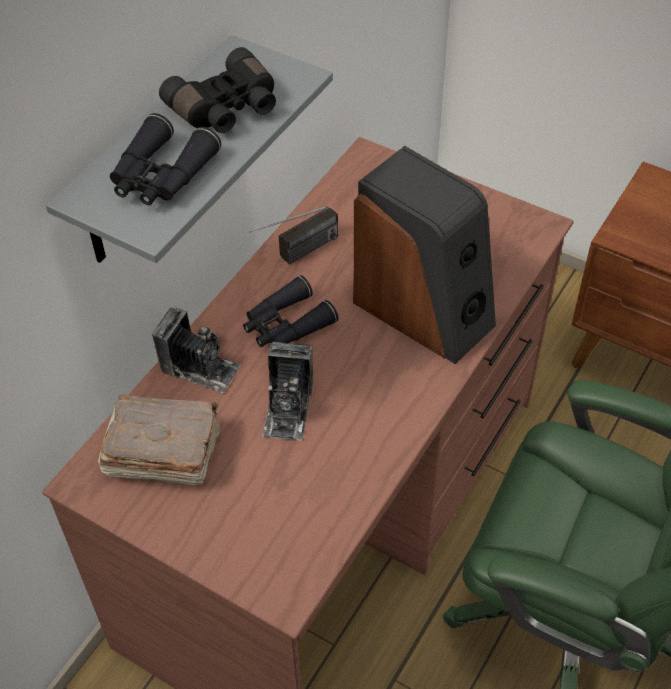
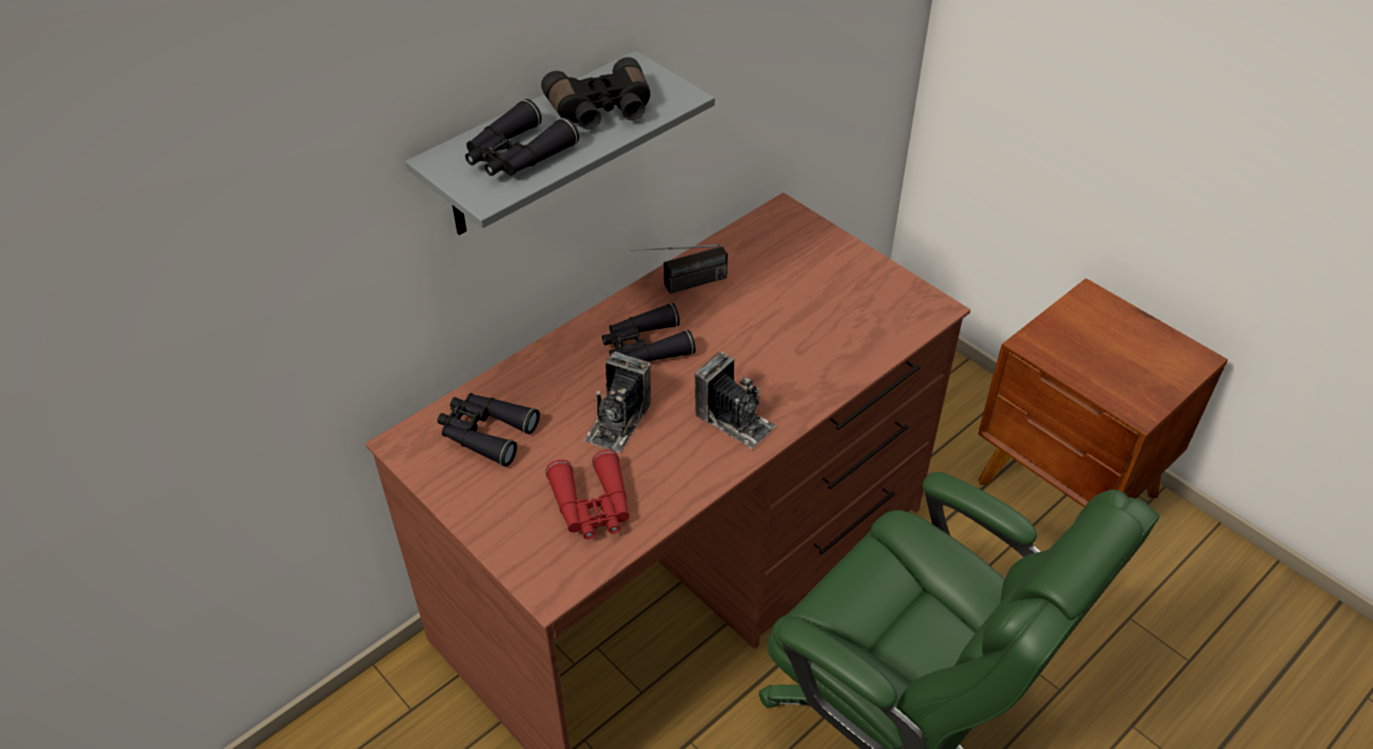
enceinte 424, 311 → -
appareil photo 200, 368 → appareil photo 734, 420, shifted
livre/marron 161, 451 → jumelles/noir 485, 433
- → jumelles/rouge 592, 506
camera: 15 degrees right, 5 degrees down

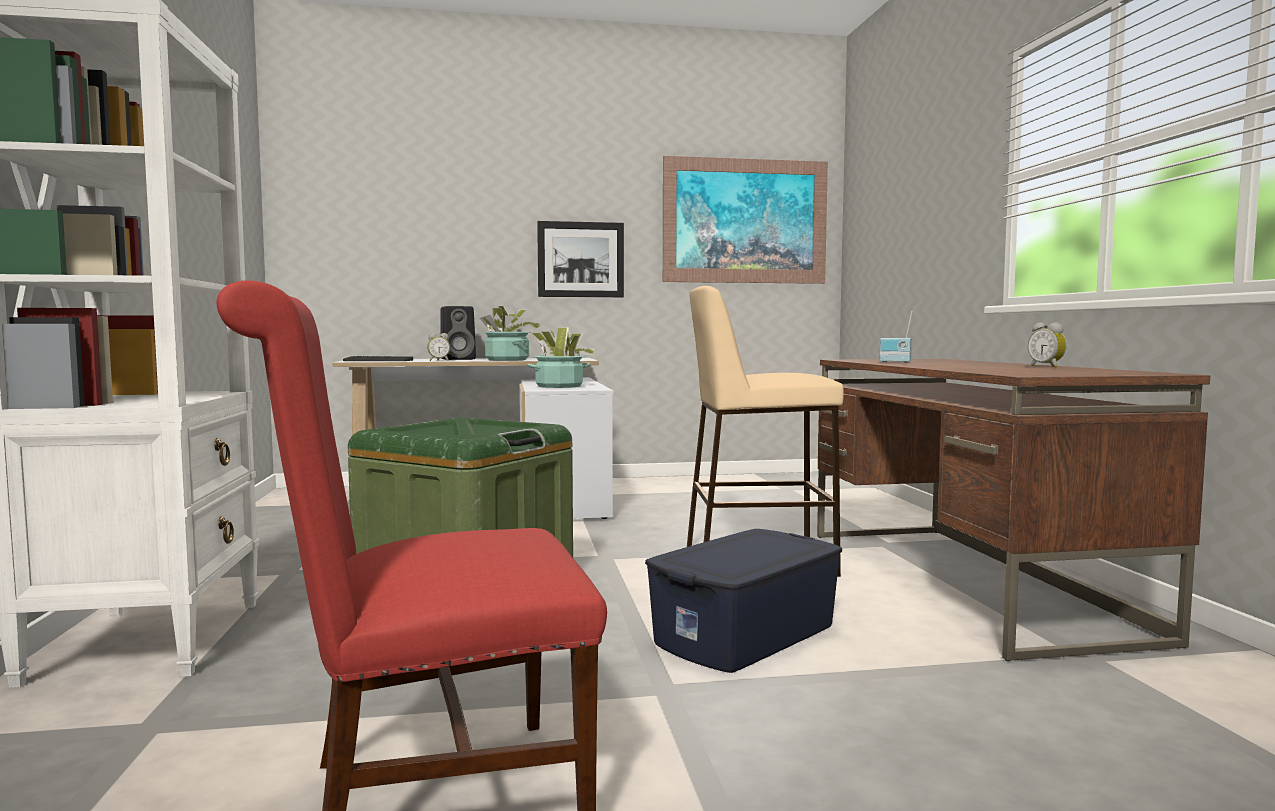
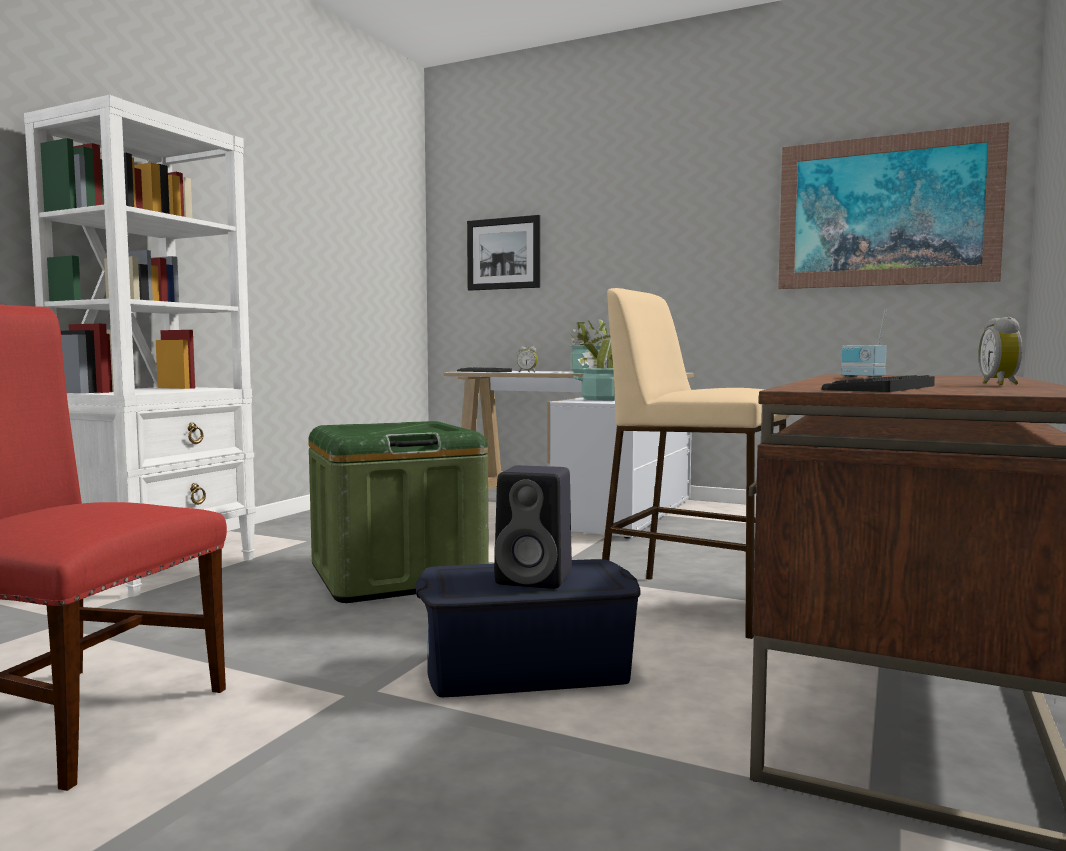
tableau 580, 259 → tableau 503, 253, shifted
enceinte/noir 459, 359 → enceinte/noir 537, 579, shifted
- → clavier 880, 387
camera: 35 degrees right, 0 degrees up

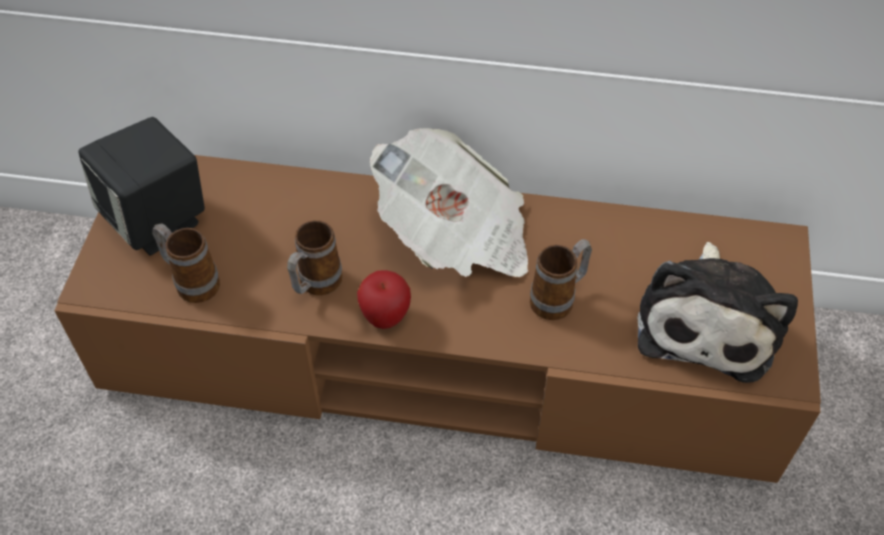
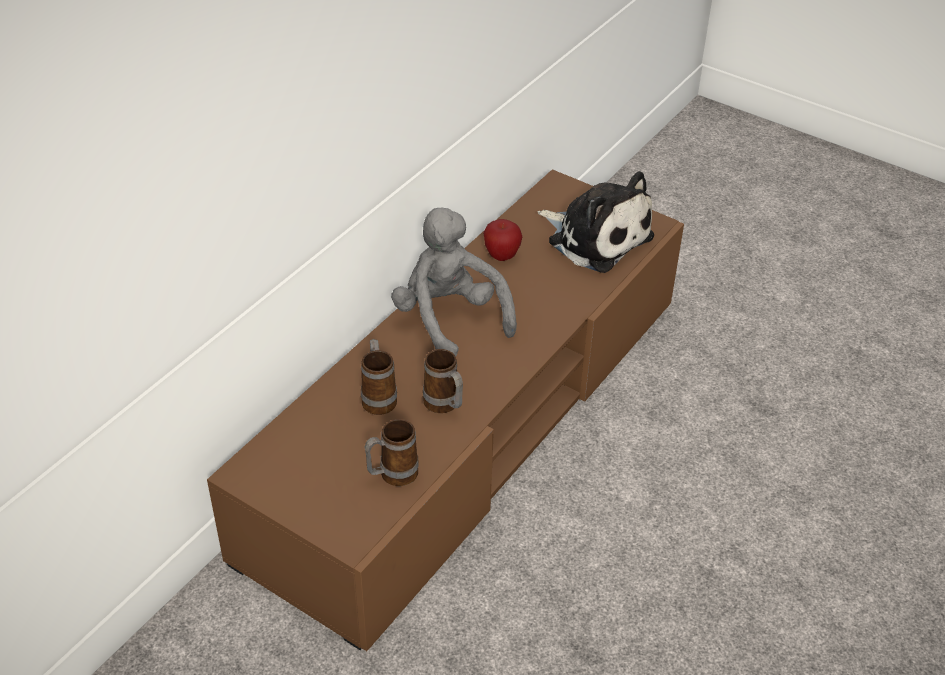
enceinte/noir 158, 220 → -
journal 456, 235 → peluche/gris 449, 319
mug 558, 299 → mug 378, 397, shifted
pomme 385, 317 → pomme 501, 256, shifted
camera: 65 degrees left, 10 degrees down

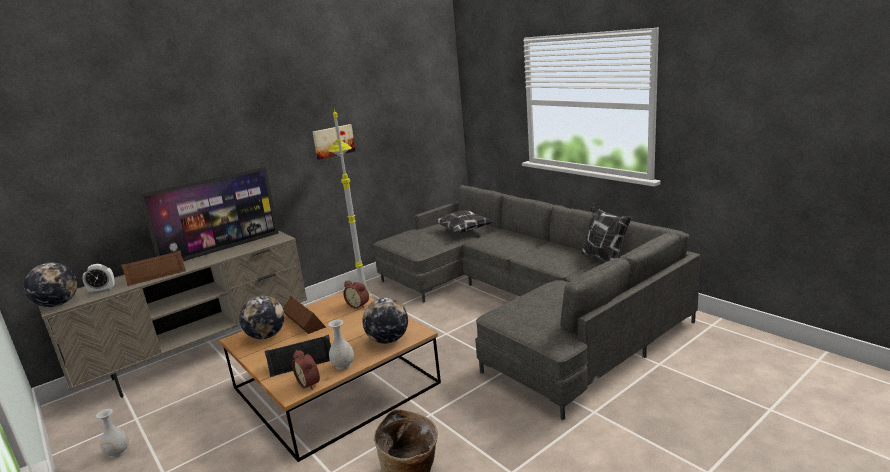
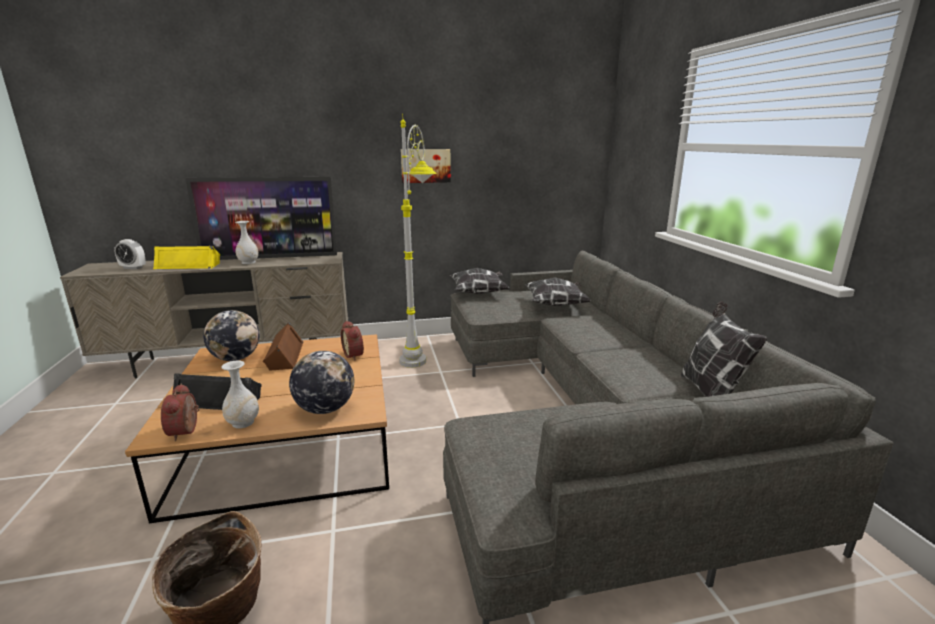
enceinte/marron 156, 274 → enceinte/jaune 188, 265
globe 58, 304 → -
vase/blanc 118, 452 → vase/blanc 248, 262, shifted
- → coussin 479, 293
camera: 25 degrees right, 0 degrees up

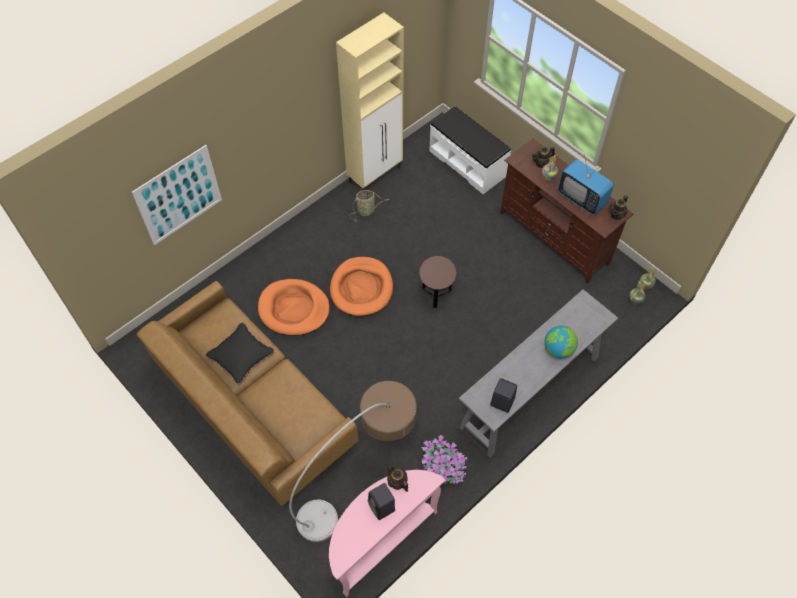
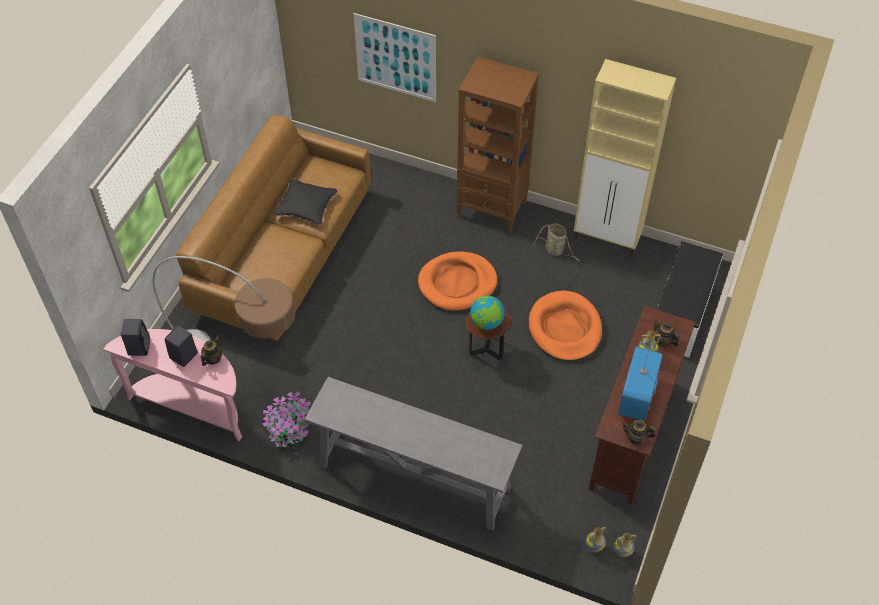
panier pour chien/orange 294, 309 → panier pour chien/orange 565, 328, shifted
globe 558, 350 → globe 486, 322, shifted
enceinte/noir 501, 402 → enceinte/noir 139, 346, shifted
- → bibliothèque/marron 492, 210
camera: 65 degrees right, 5 degrees down

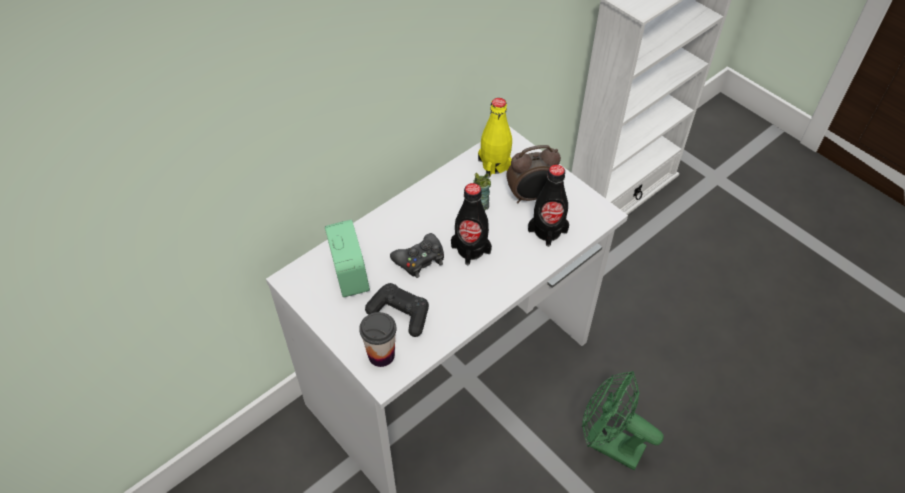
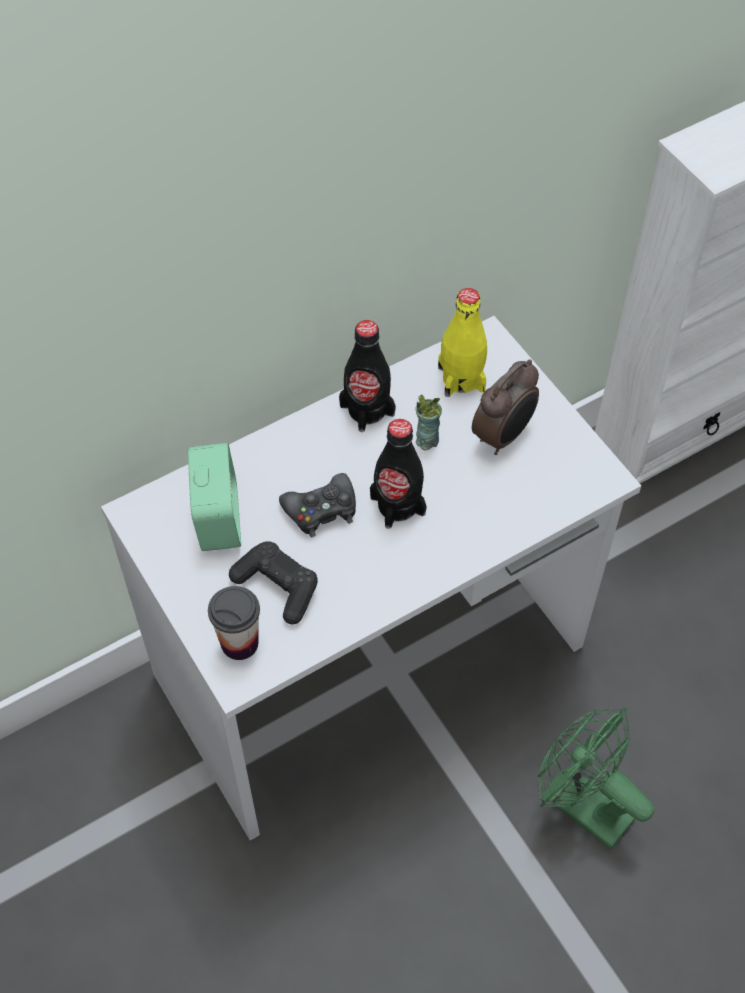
réveil 531, 196 → réveil 504, 435, 45 degrees counterclockwise
bouteille/noir 547, 231 → bouteille/noir 367, 409, shifted
camera: 10 degrees right, 5 degrees up

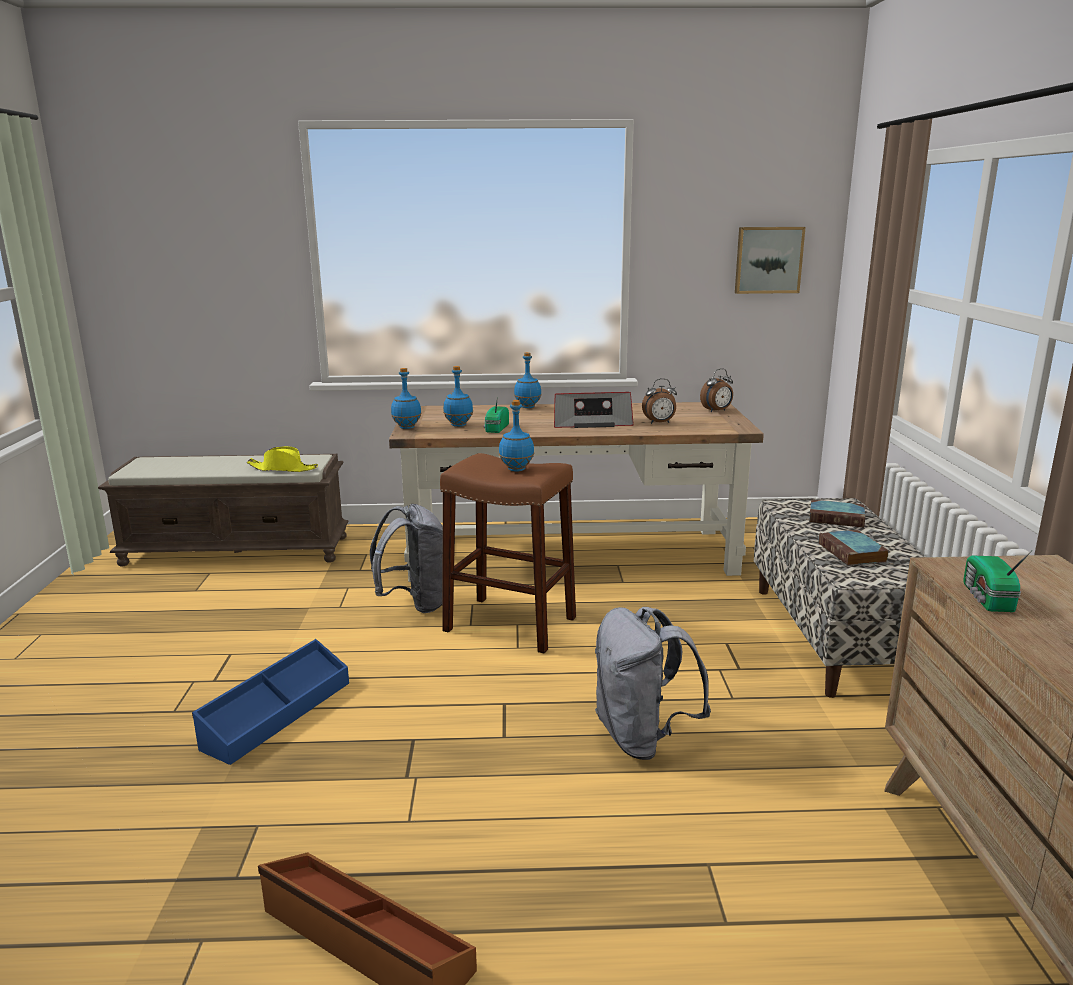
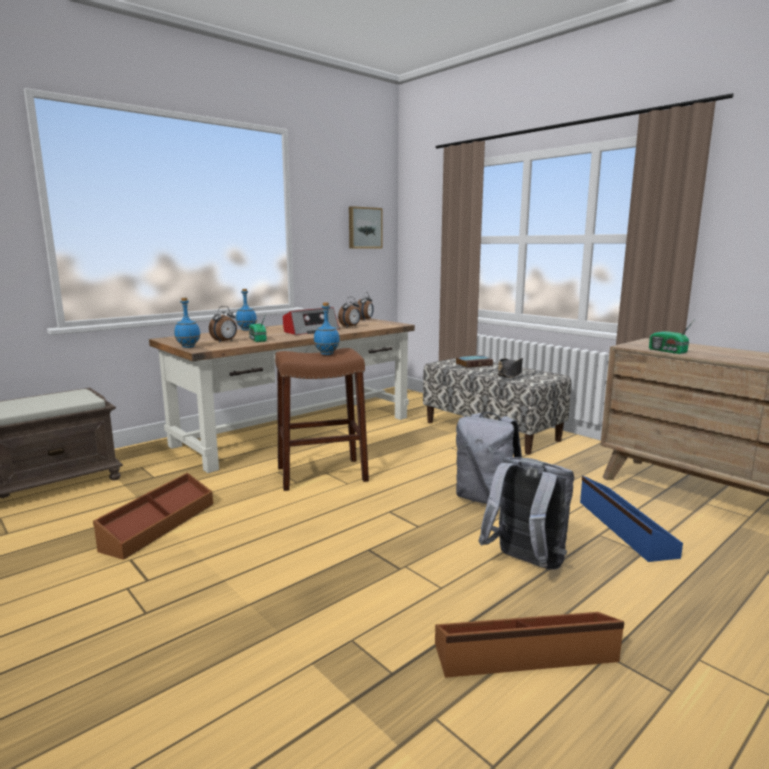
bouteille/bleu 459, 425 → réveil 225, 341
chapeau/jaune 283, 469 → -
sac à dos/gris 415, 603 → sac à dos/gris 525, 564, shifted
livre 853, 553 → chapeau/noir 510, 374
boîte de rangement/bleu 277, 714 → boîte de rangement/bleu 623, 528, shifted
- → boîte de rangement/marron 159, 525
camera: 40 degrees left, 5 degrees down

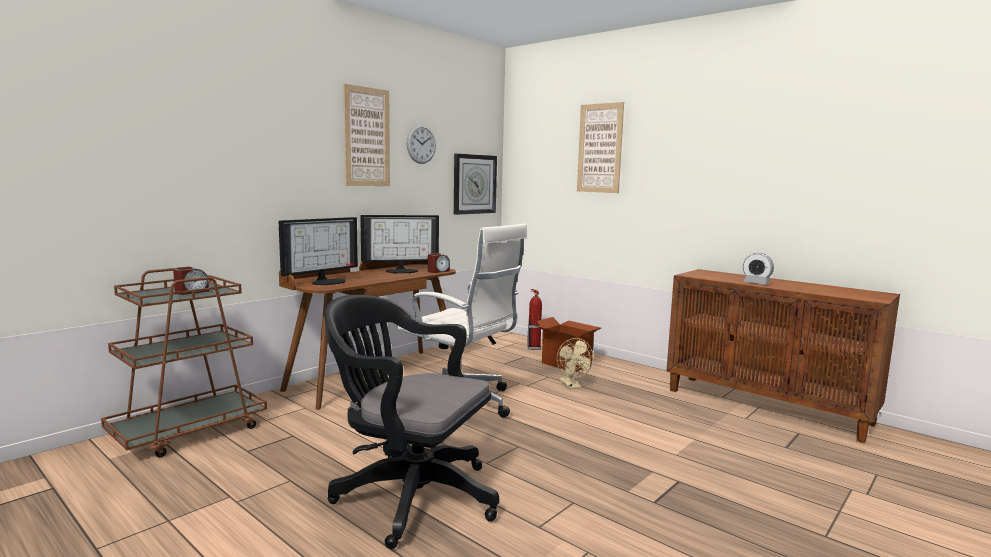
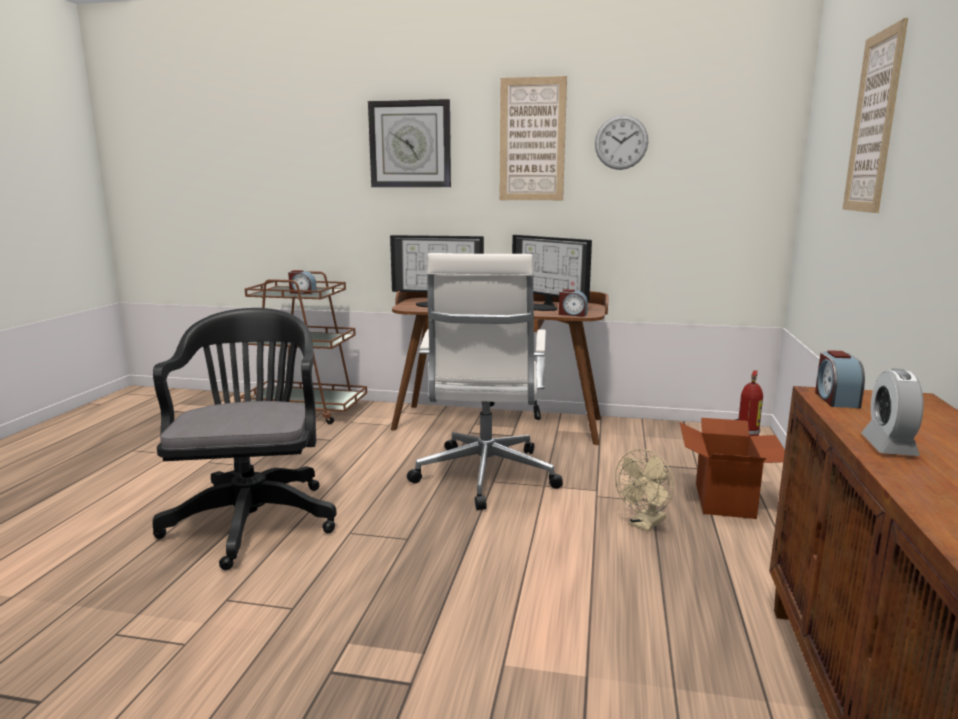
horloge murale 474, 184 → horloge murale 410, 144, shifted
- → réveil 835, 399
camera: 60 degrees right, 5 degrees up

